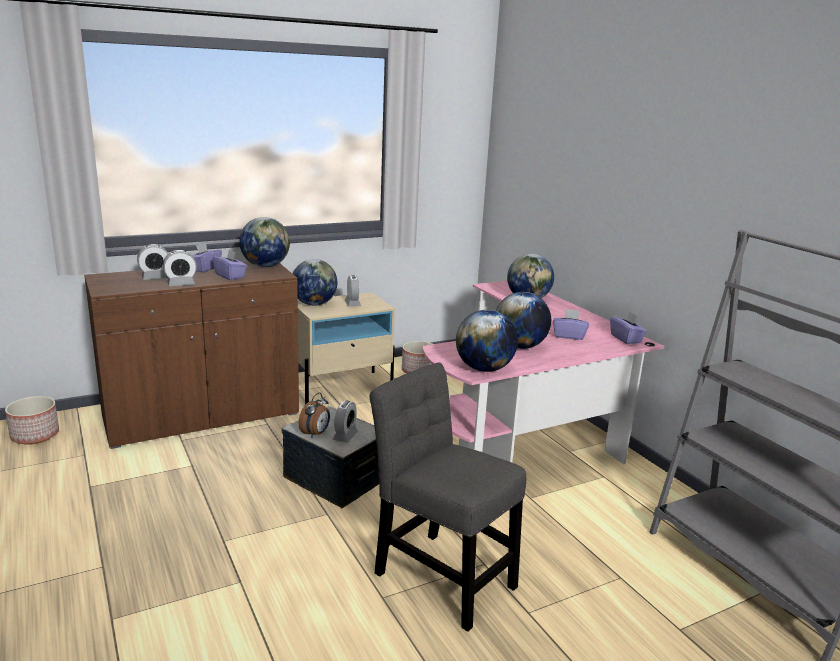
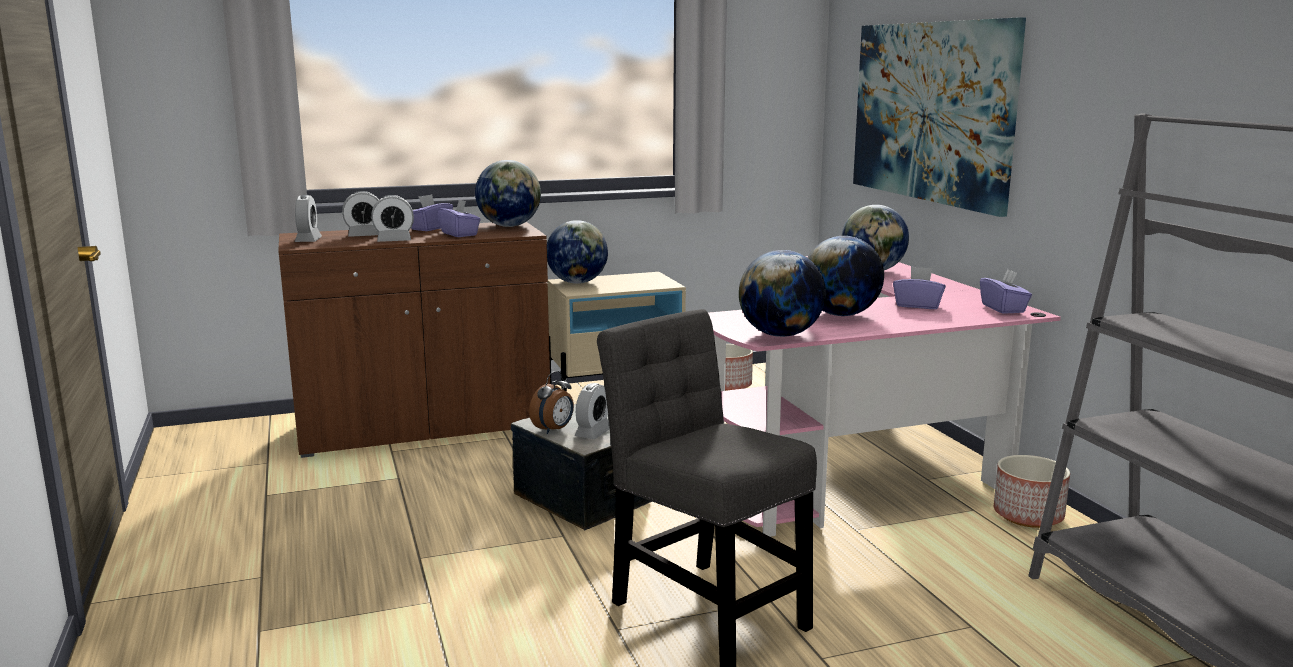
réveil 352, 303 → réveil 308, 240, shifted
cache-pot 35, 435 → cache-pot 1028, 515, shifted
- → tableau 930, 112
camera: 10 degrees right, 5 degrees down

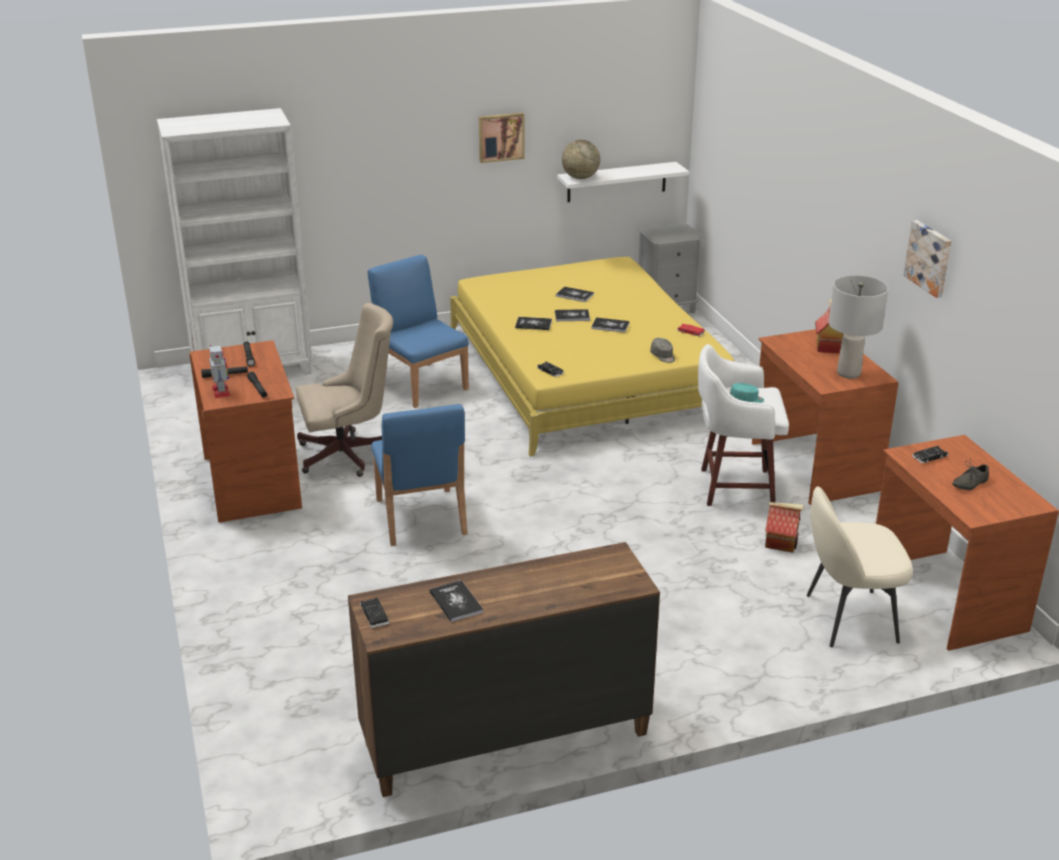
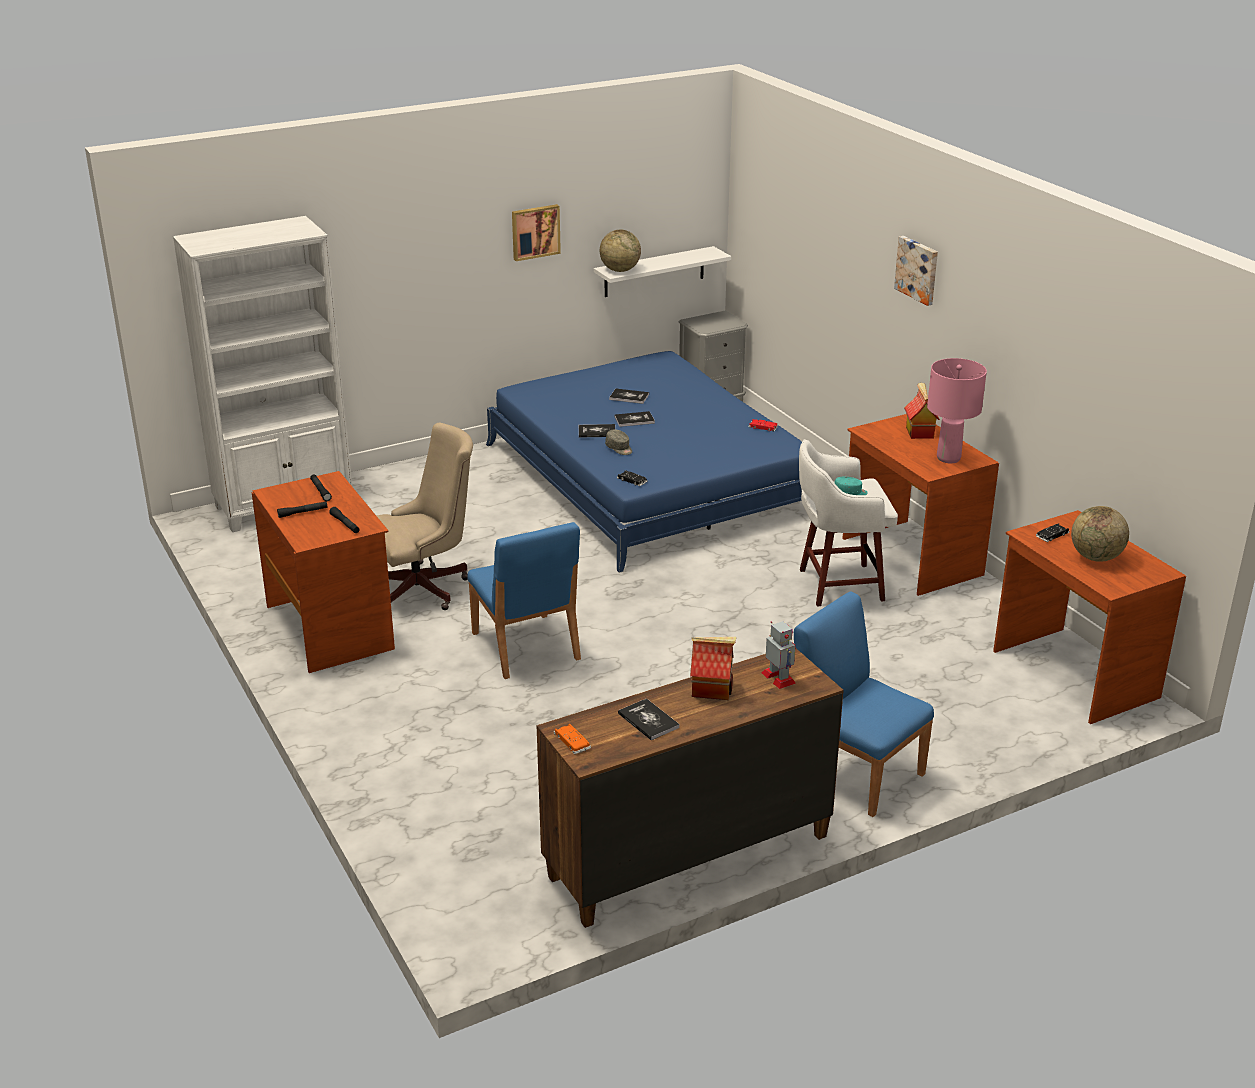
tableau 930, 258 → tableau 918, 269, shifted
chaise/bleu 421, 384 → chaise/bleu 855, 772, shifted
lit/jaune 586, 372 → lit/bleu 649, 479
lampe de table/gris 849, 373 → lampe de table/rose 948, 458
livre 610, 326 → -
casquette/gris 663, 356 → casquette/gris 619, 448, shifted
robot jouet 221, 391 → robot jouet 779, 678, shifted
chaussure/gris 968, 483 → globe 1096, 557
chaise/beige 848, 618 → -
maison miniature 781, 543 → maison miniature 712, 689, shifted
petite voiture/noir 374, 615 → petite voiture/orange 572, 742
camera: 10 degrees left, 0 degrees up

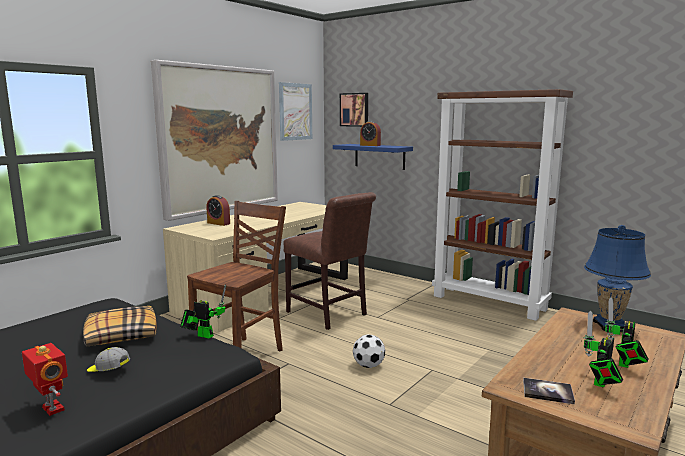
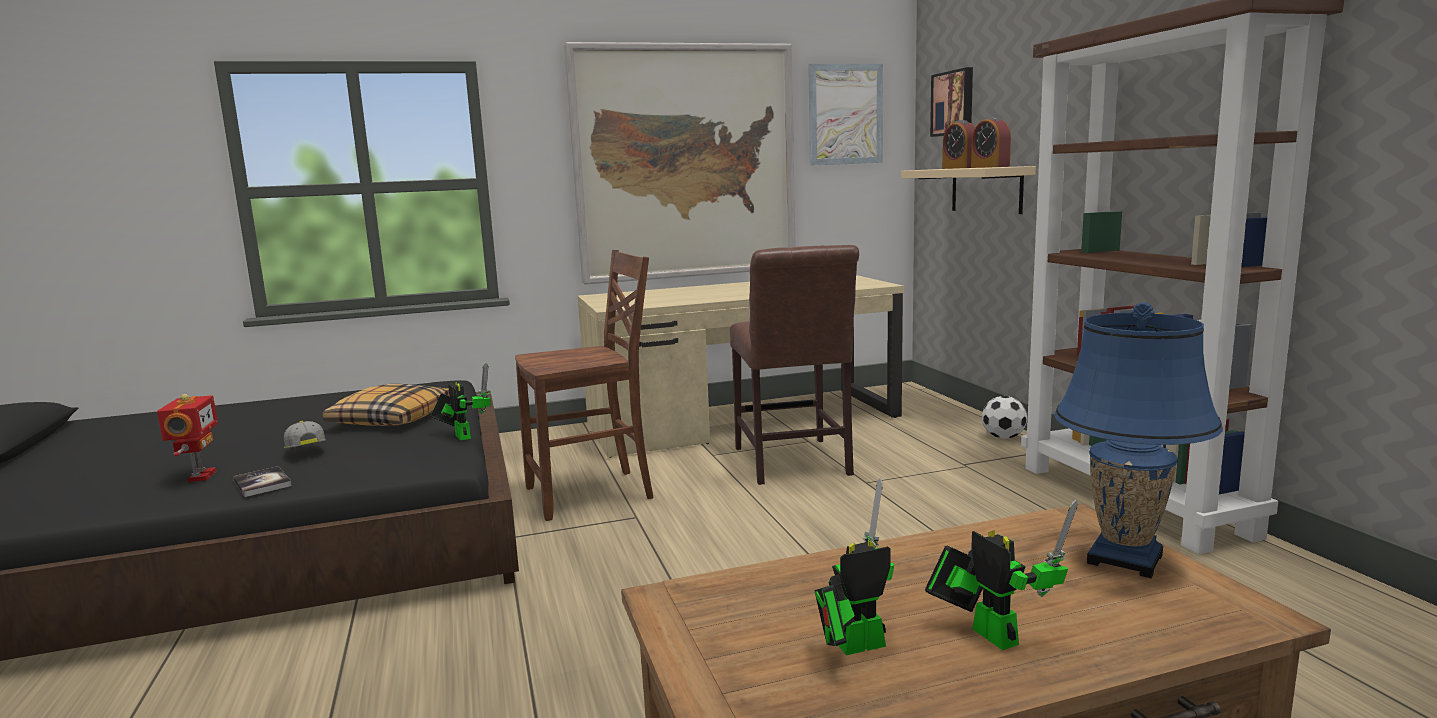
étagère/bleu 379, 156 → étagère/beige 986, 190
réveil 218, 223 → réveil 990, 167, shifted
robot jouet 623, 364 → robot jouet 989, 633, 90 degrees clockwise
ballon de foot 369, 365 → ballon de foot 1004, 437, shifted
livre 547, 392 → livre 262, 483, shifted
camera: 35 degrees right, 0 degrees up

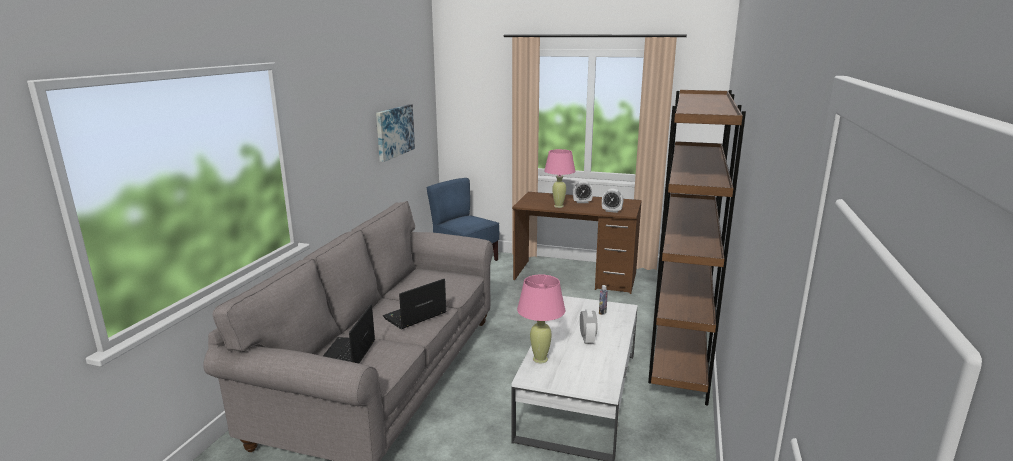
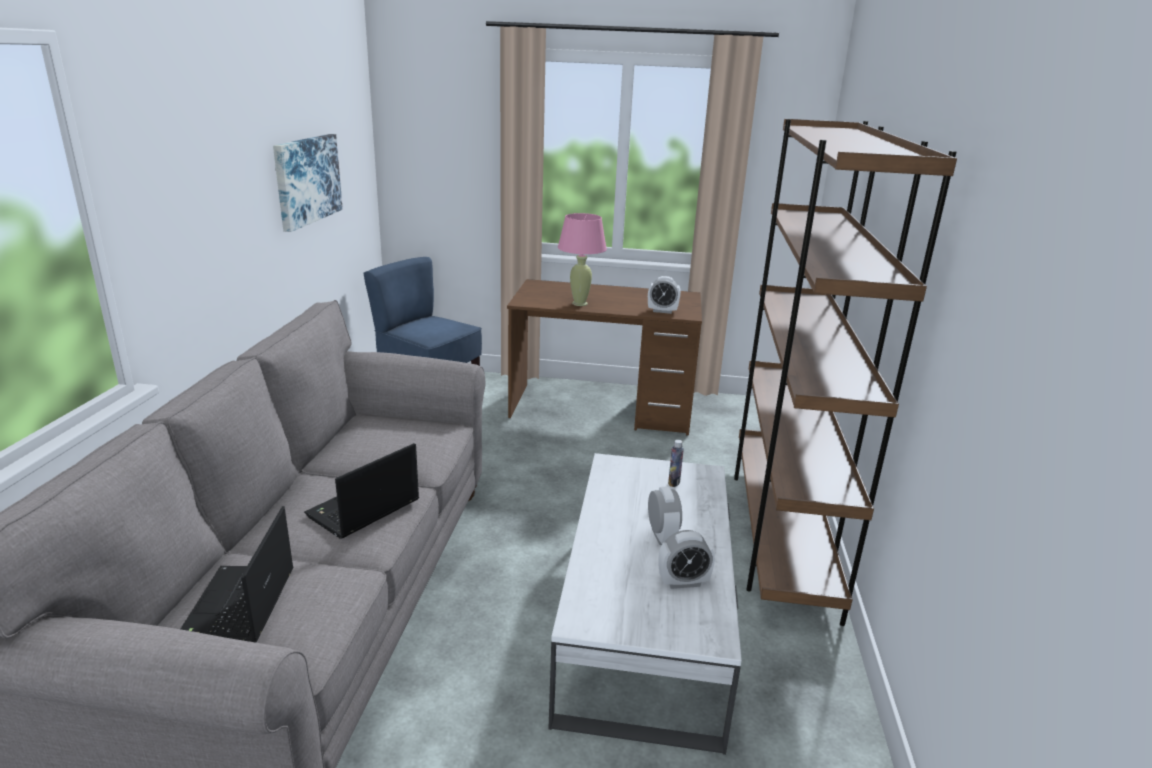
réveil 582, 202 → réveil 683, 582, shifted
lampe de table/rose 540, 359 → -
camera: 10 degrees left, 5 degrees up

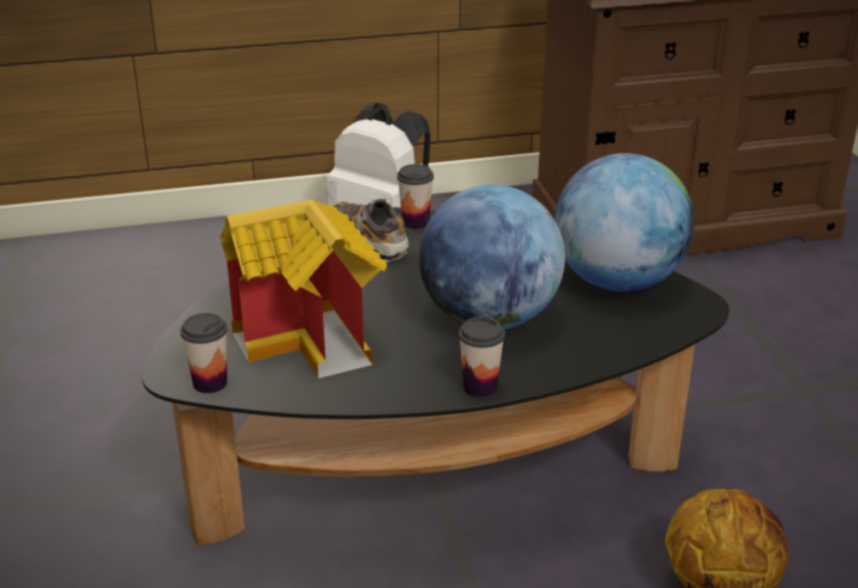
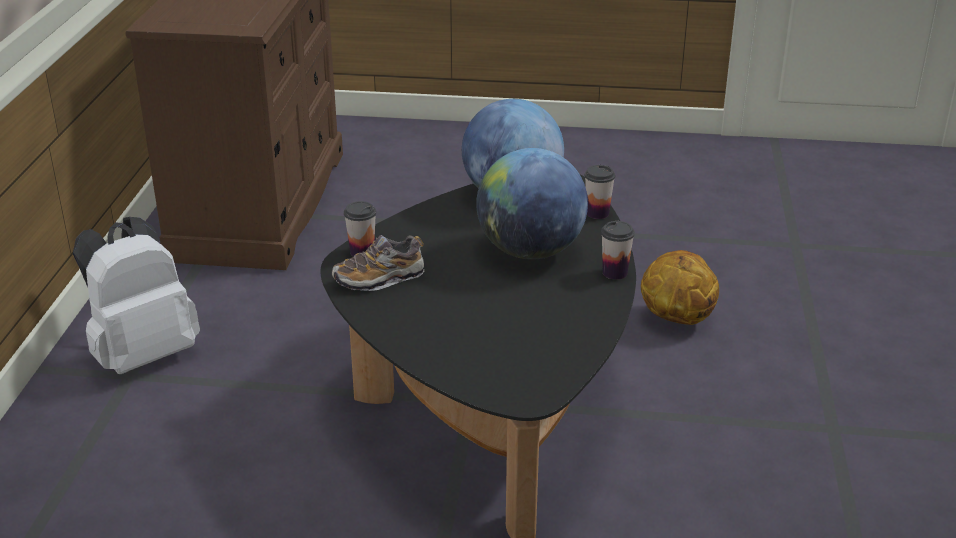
maison miniature 313, 339 → -
tasse 210, 383 → tasse 597, 213, shifted
camera: 70 degrees left, 0 degrees up

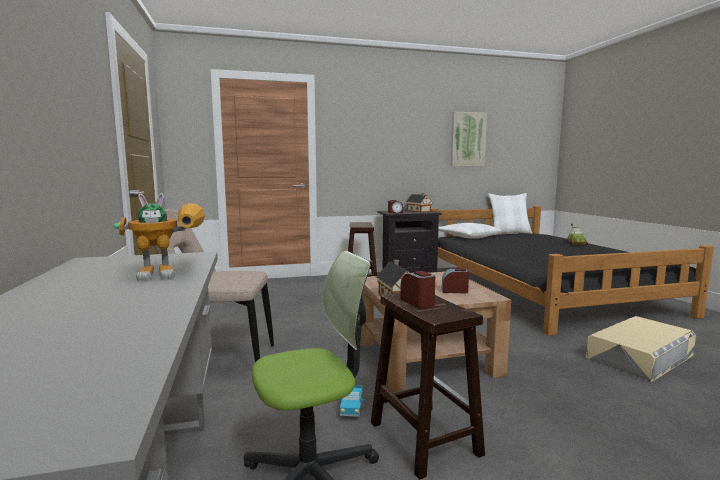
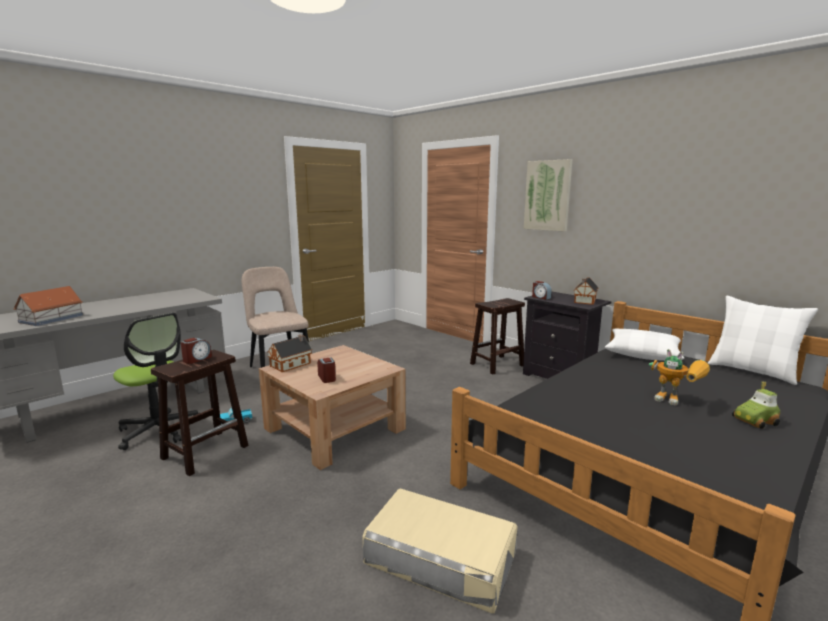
tableau 468, 139 → tableau 547, 195, shifted
robot jouet 172, 274 → robot jouet 677, 401, shifted
- → maison miniature 51, 319
camera: 60 degrees right, 5 degrees up

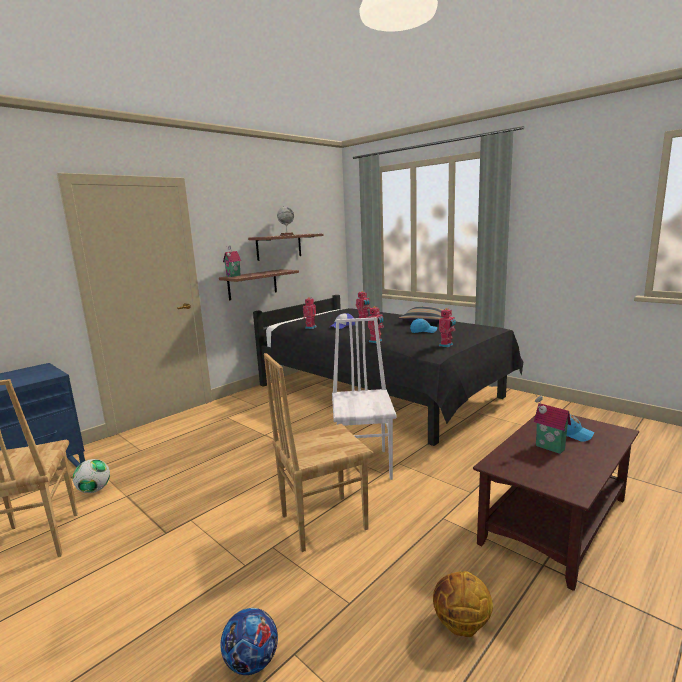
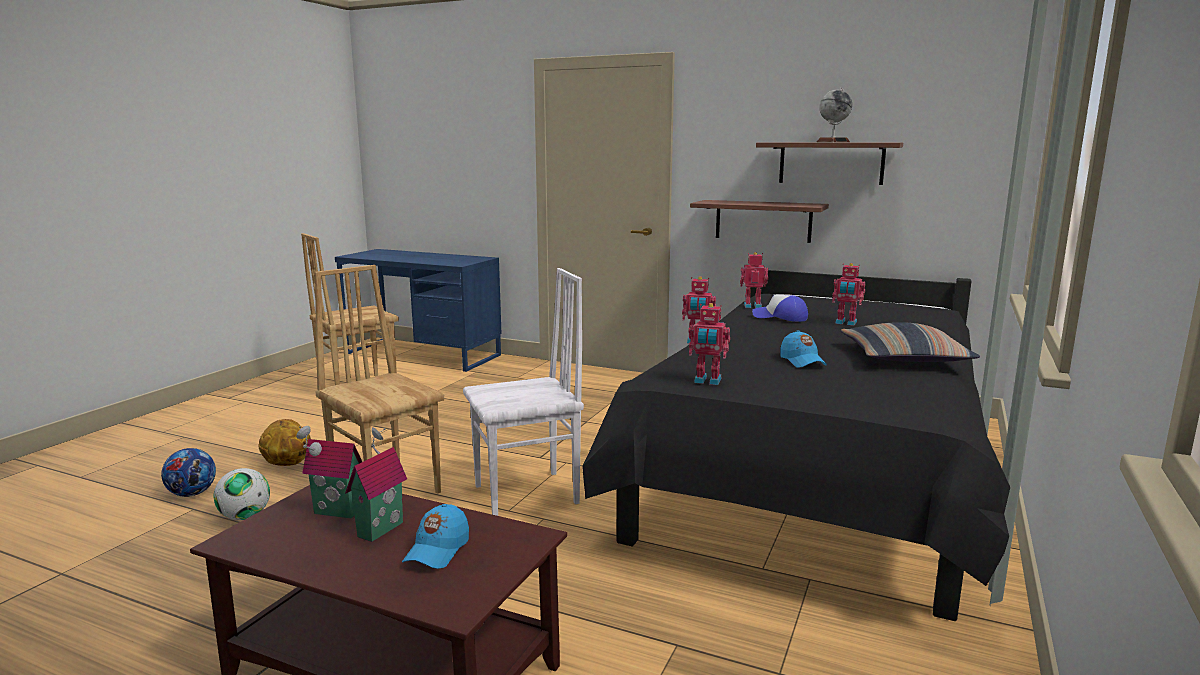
maison miniature 234, 276 → maison miniature 335, 513, shifted
ballon de foot 94, 490 → ballon de foot 245, 517, shifted
ballon de basket 461, 625 → ballon de basket 287, 464, shifted
camera: 70 degrees right, 0 degrees up

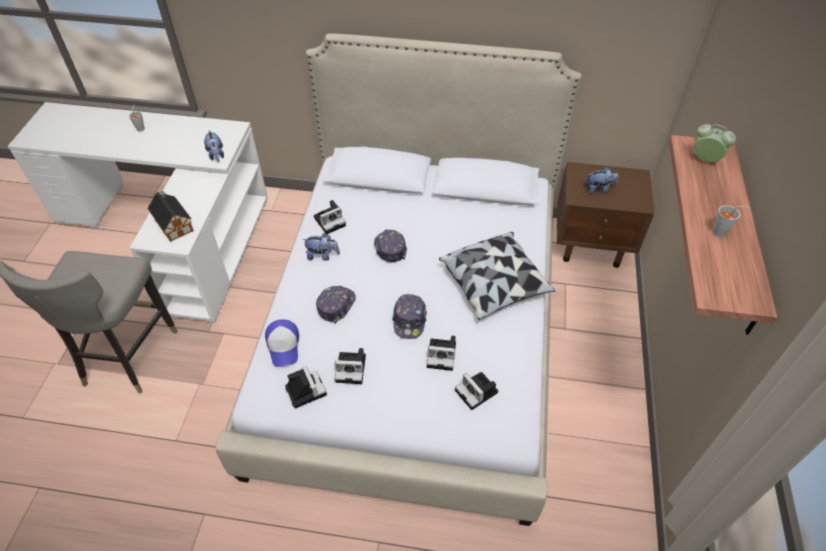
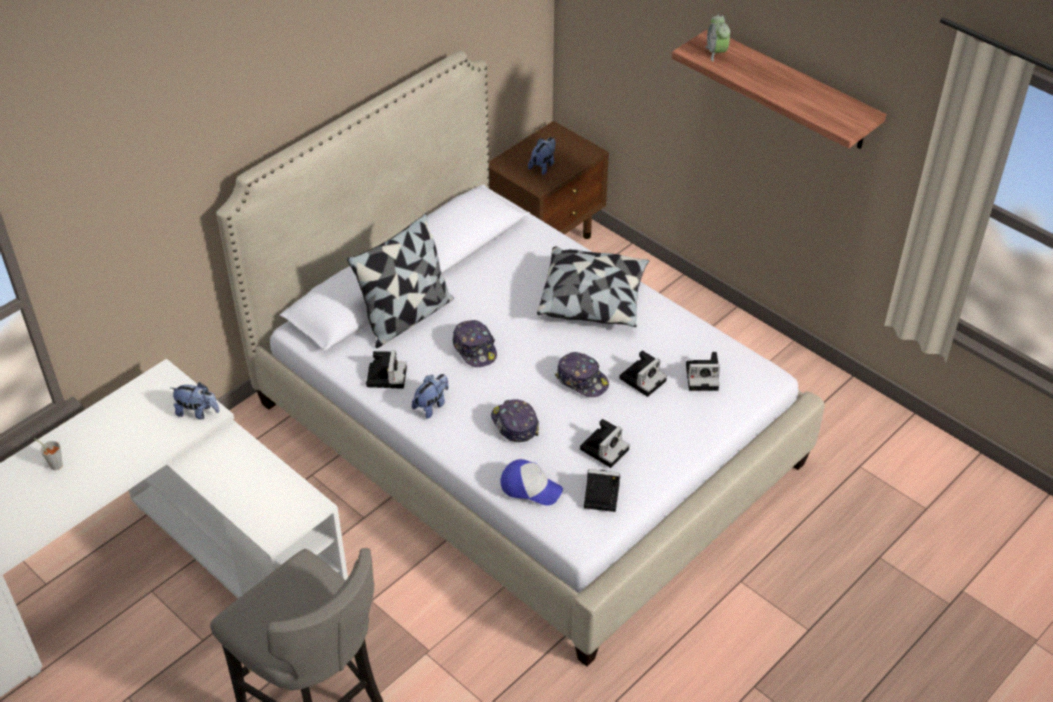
réveil 705, 160 → réveil 716, 53, 75 degrees counterclockwise
maison miniature 174, 224 → -
tasse/gris 722, 233 → -
casquette 390, 248 → casquette 475, 349, 135 degrees counterclockwise
- → coussin 406, 317
camera: 55 degrees left, 5 degrees down

